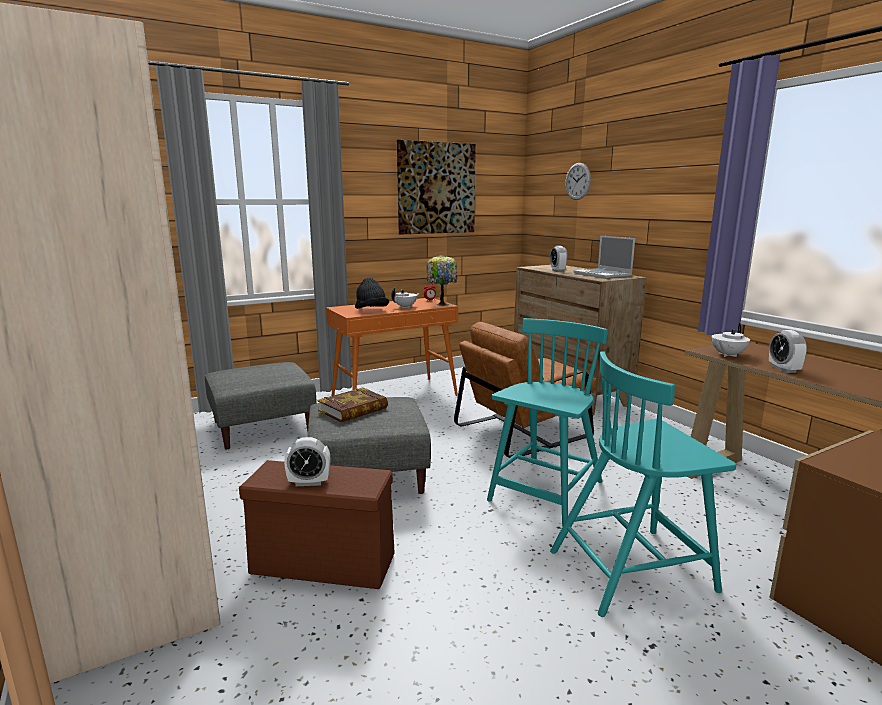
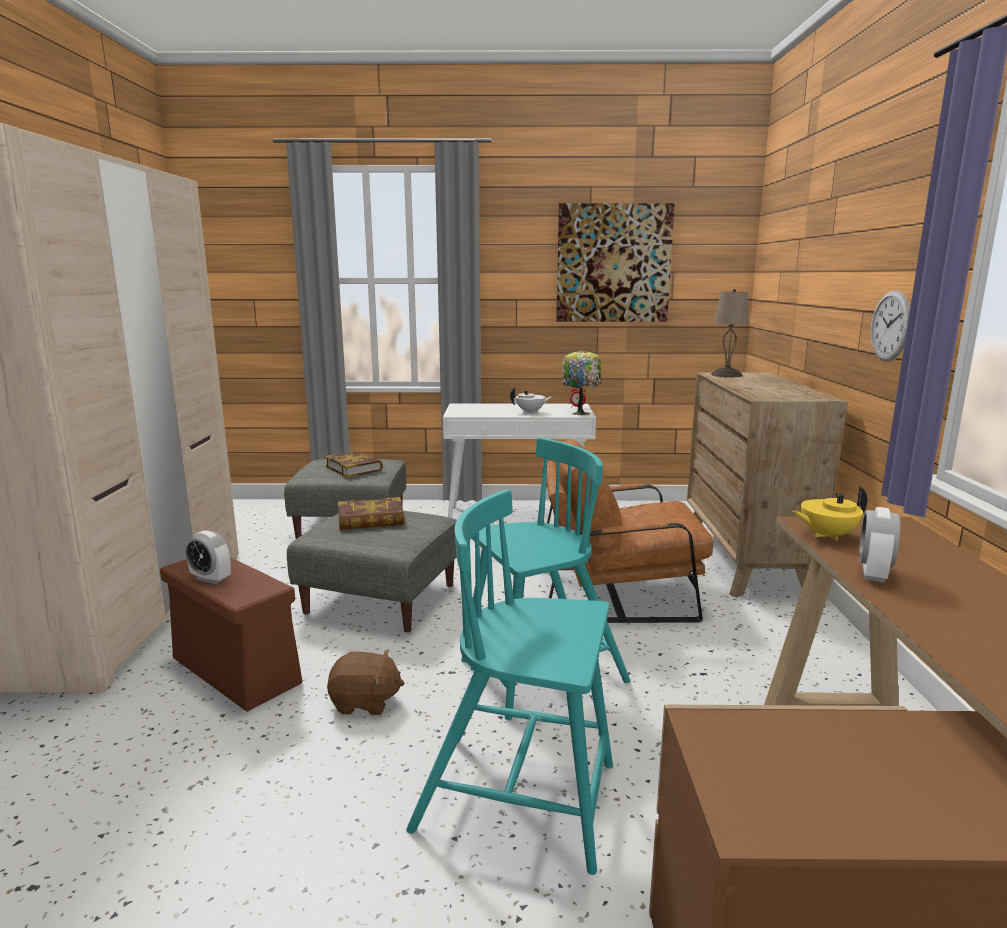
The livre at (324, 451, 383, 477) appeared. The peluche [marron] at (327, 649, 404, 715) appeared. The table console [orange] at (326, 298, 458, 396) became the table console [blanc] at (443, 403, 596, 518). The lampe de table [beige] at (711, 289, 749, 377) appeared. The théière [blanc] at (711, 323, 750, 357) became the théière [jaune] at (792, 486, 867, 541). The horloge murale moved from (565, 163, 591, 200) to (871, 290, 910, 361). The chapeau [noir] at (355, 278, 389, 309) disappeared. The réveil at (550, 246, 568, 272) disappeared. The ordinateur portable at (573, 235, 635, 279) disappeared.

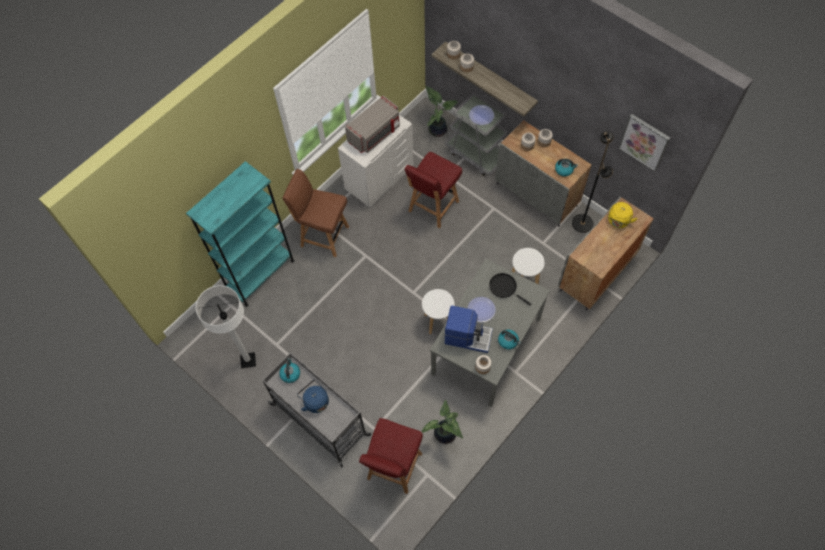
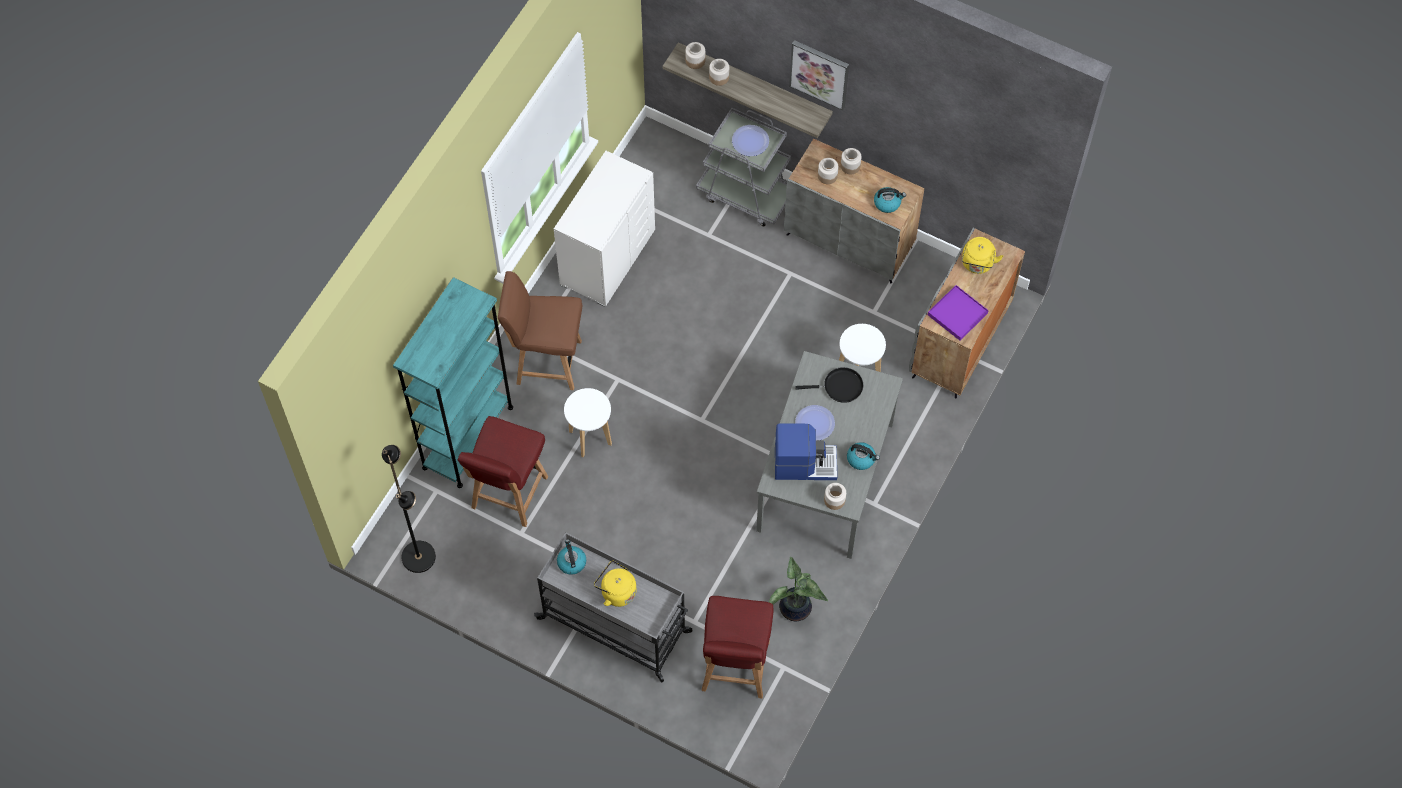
The lampadaire [noir] moved from (572, 131, 614, 233) to (382, 445, 436, 573). The chaise [rouge] moved from (404, 152, 462, 228) to (458, 416, 548, 527). The tabouret [blanc] moved from (422, 289, 455, 335) to (564, 388, 612, 458). The bouilloire [bleu] at (297, 380, 329, 413) became the bouilloire [jaune] at (594, 560, 636, 607). The tableau moved from (619, 114, 670, 172) to (789, 40, 849, 110). The poêle [noir] at (489, 273, 531, 306) turned 150 degrees clockwise. The plateau [violet] at (928, 285, 989, 341) appeared. The lampadaire [blanc] at (196, 285, 256, 369) disappeared. The micro-ondes [gris] at (345, 95, 400, 153) disappeared. The plante en pot at (425, 86, 458, 137) disappeared.

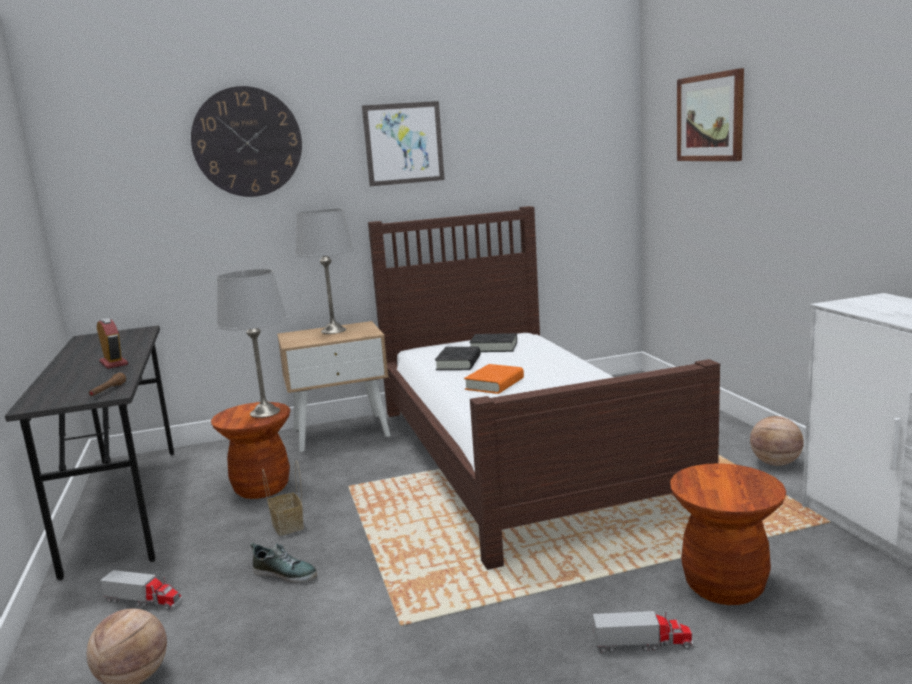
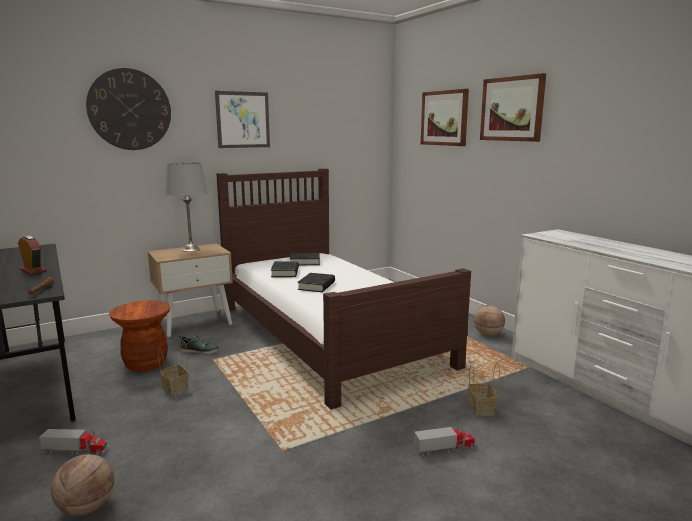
The chaussure moved from (250, 543, 317, 583) to (179, 335, 219, 354). The livre [orange] at (464, 364, 524, 394) became the livre [noir] at (298, 273, 335, 292). The tabouret [marron] at (670, 463, 786, 605) was replaced by the panier at (468, 361, 500, 416). The tableau at (480, 73, 546, 142) appeared. The lampe de table [gris] at (216, 269, 287, 418) disappeared.

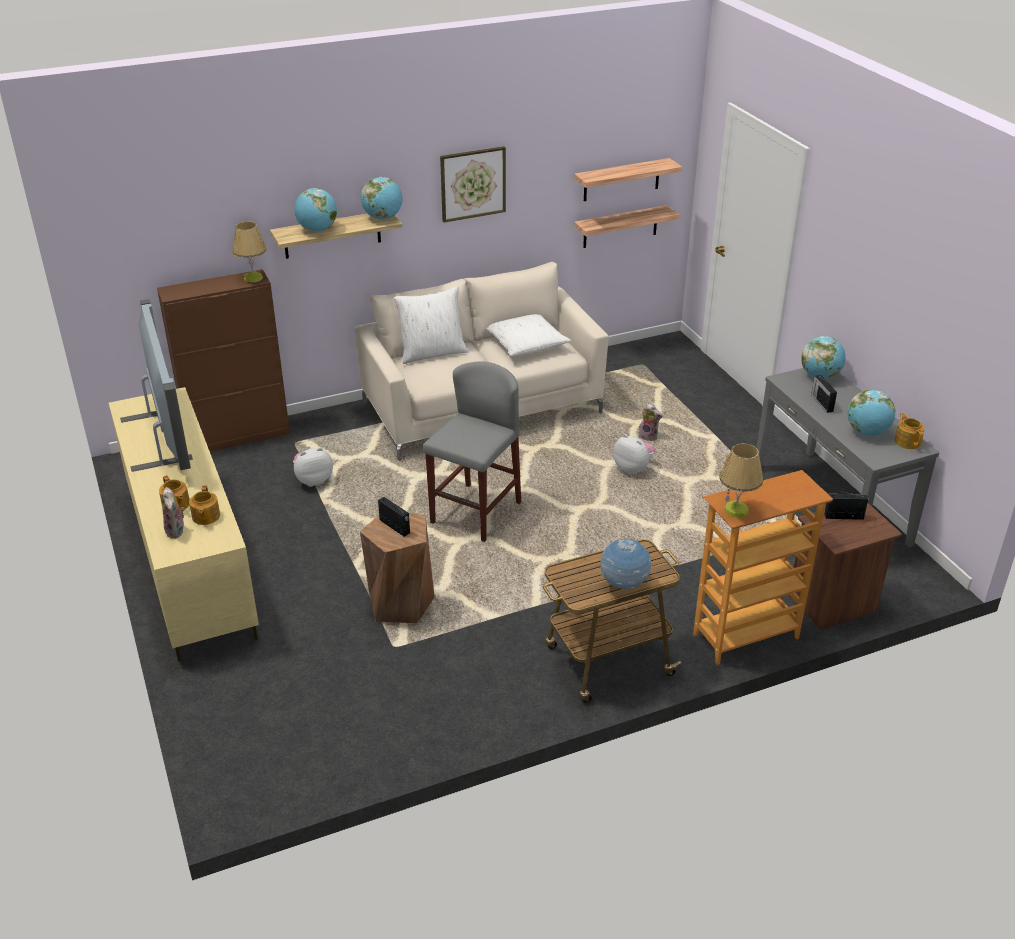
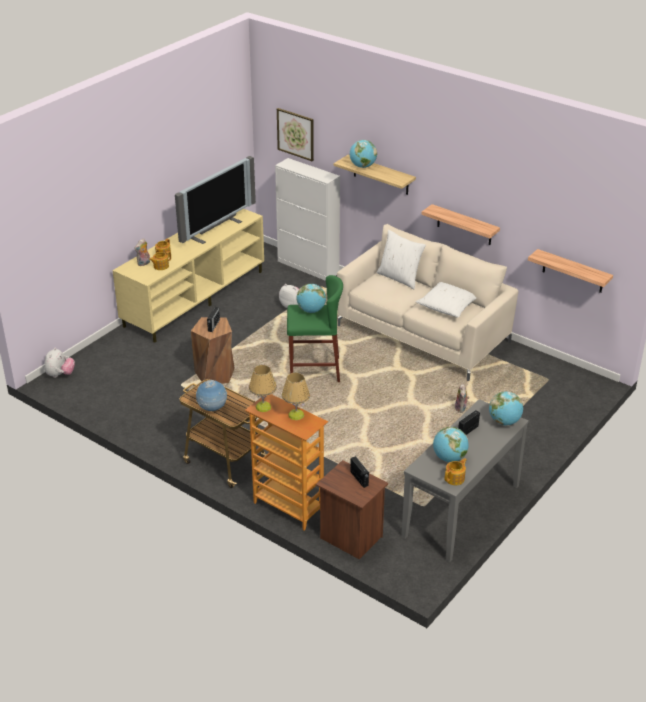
The peluche moved from (613, 434, 656, 474) to (44, 348, 75, 378). The meuble de rangement [marron] at (157, 269, 290, 452) became the meuble de rangement [blanc] at (275, 158, 340, 281). The tableau moved from (440, 146, 506, 222) to (277, 108, 314, 161). The lampe de table moved from (232, 221, 267, 282) to (282, 373, 310, 420). The tabouret [gris] at (423, 361, 521, 542) became the tabouret [vert] at (287, 275, 343, 382). The globe moved from (361, 177, 403, 220) to (296, 284, 326, 313). The étagère moved from (574, 158, 682, 201) to (421, 204, 500, 245).

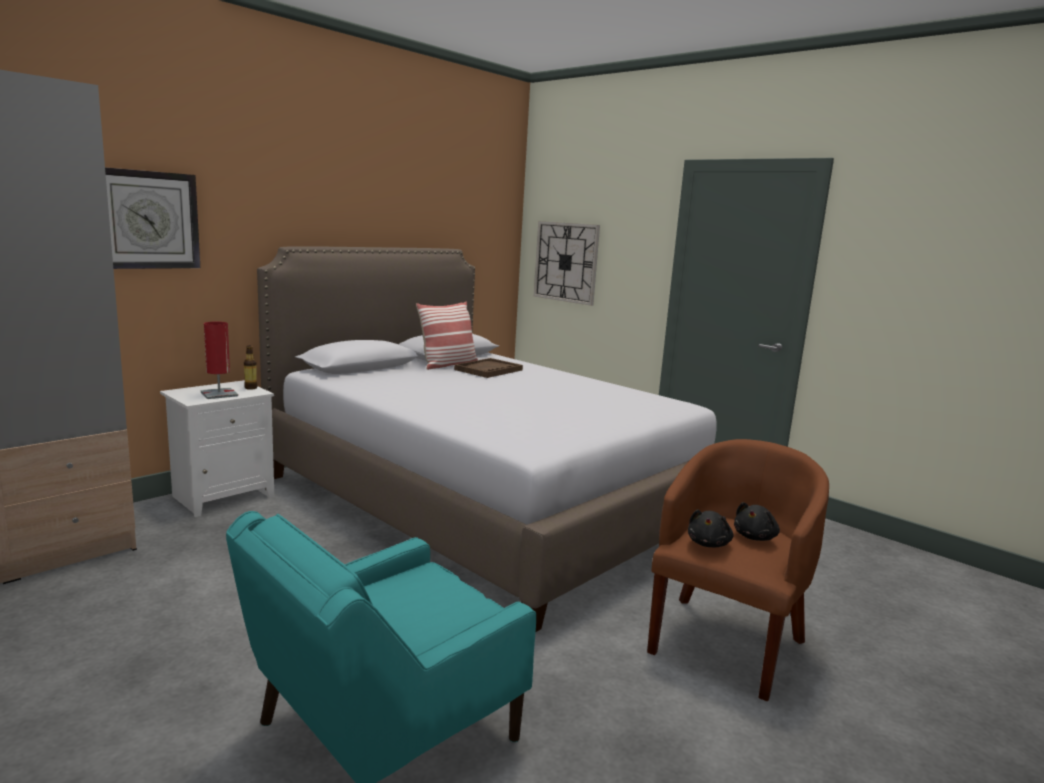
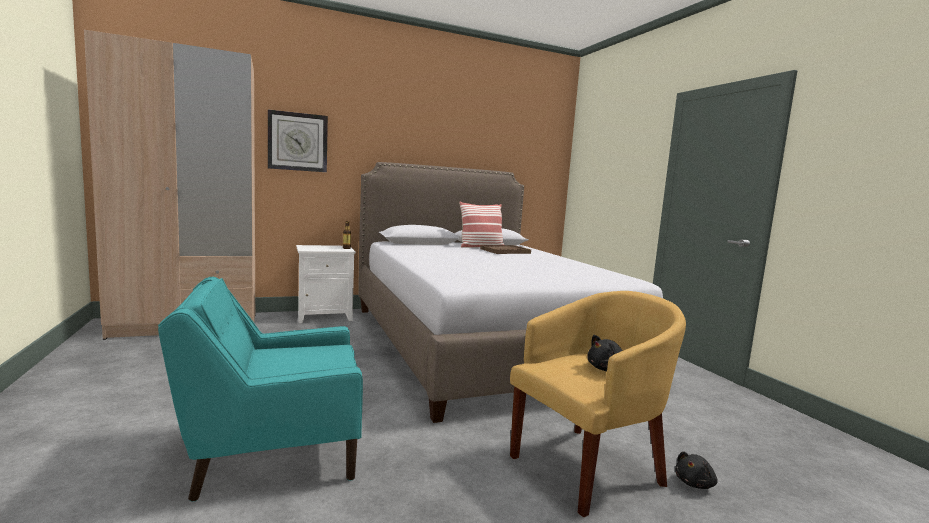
The fauteuil [marron] at (647, 439, 829, 701) became the fauteuil [jaune] at (510, 291, 686, 517). The peluche [noir] moved from (688, 509, 733, 547) to (675, 451, 717, 489). The lampe de table [rouge] at (201, 322, 238, 399) disappeared. The horloge murale at (534, 221, 600, 306) disappeared.

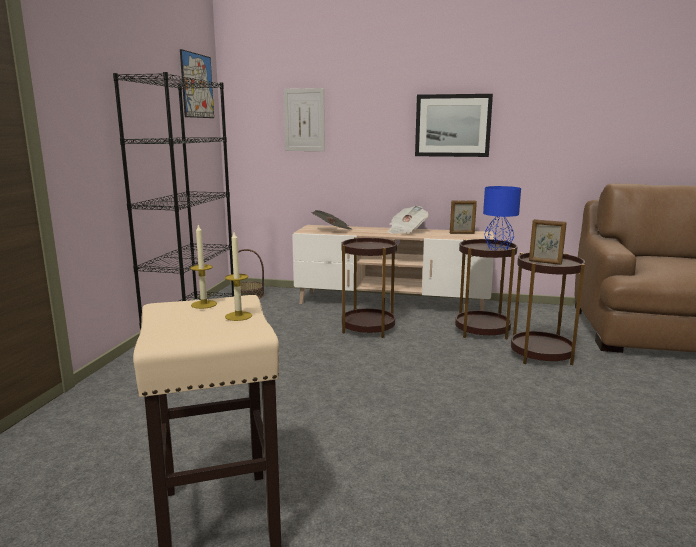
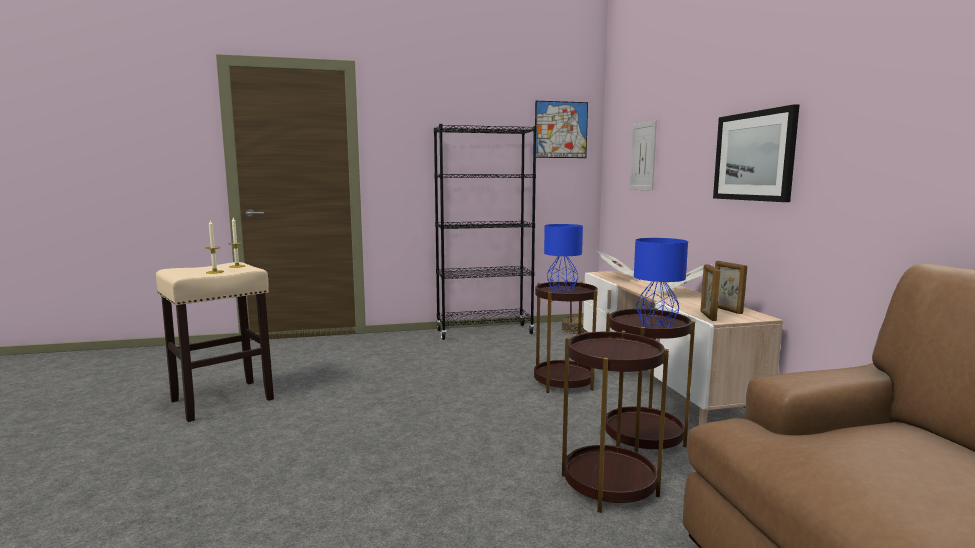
The lampe de table [bleu] at (544, 224, 583, 293) appeared. The cadre photo moved from (529, 219, 567, 265) to (700, 264, 720, 321).

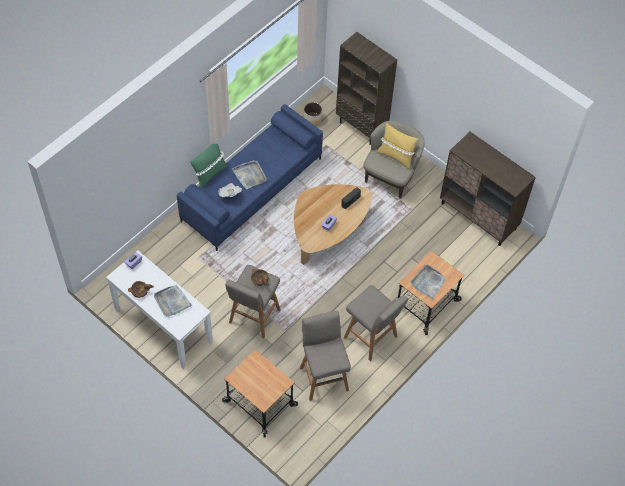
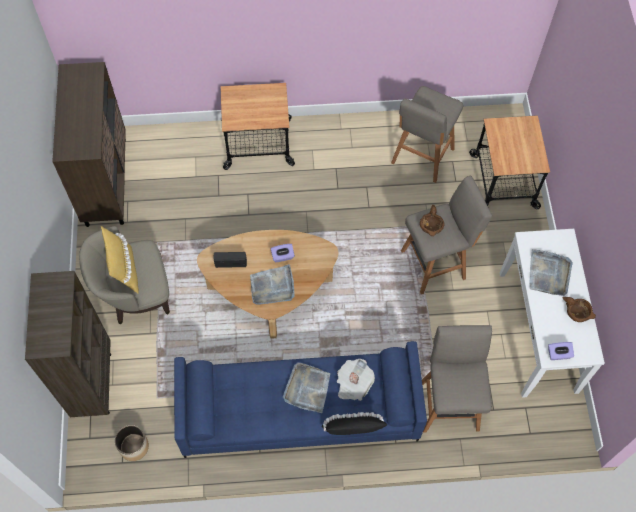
The plateau [gris] moved from (410, 264, 446, 299) to (250, 264, 295, 305). The coussin [vert] at (190, 144, 227, 189) became the coussin [noir] at (322, 412, 387, 435). The tabouret [gris] moved from (344, 285, 408, 361) to (422, 325, 492, 433).

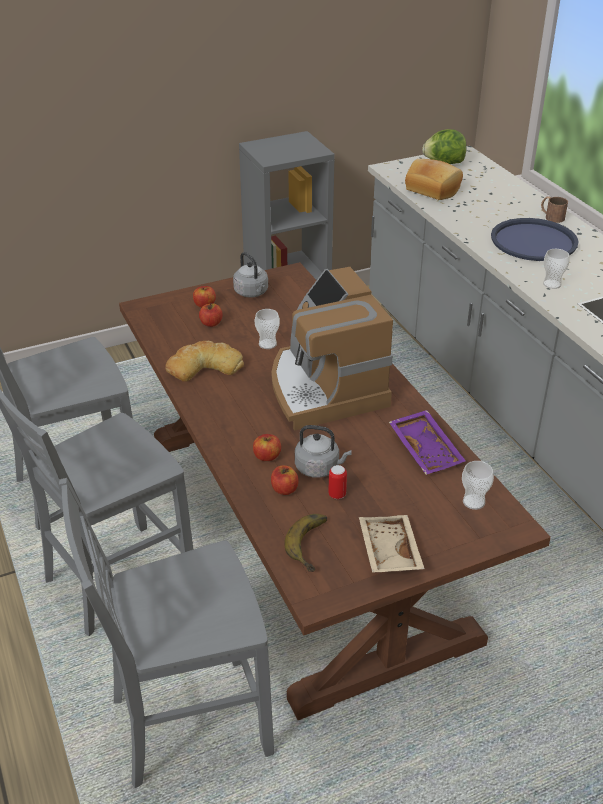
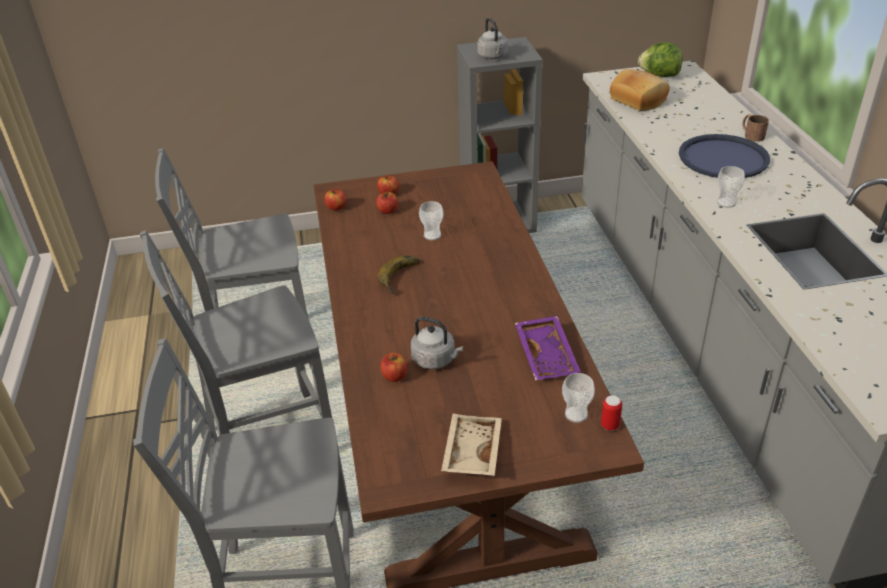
The pomme moved from (253, 434, 281, 461) to (325, 189, 347, 210). The banane moved from (284, 514, 327, 572) to (377, 256, 420, 294). The bouilloire [gris] moved from (233, 252, 268, 298) to (477, 18, 508, 59). The boîte métallique moved from (328, 465, 347, 499) to (601, 395, 622, 431). The pain at (165, 340, 244, 382) disappeared. The machine à café at (271, 267, 393, 430) disappeared.

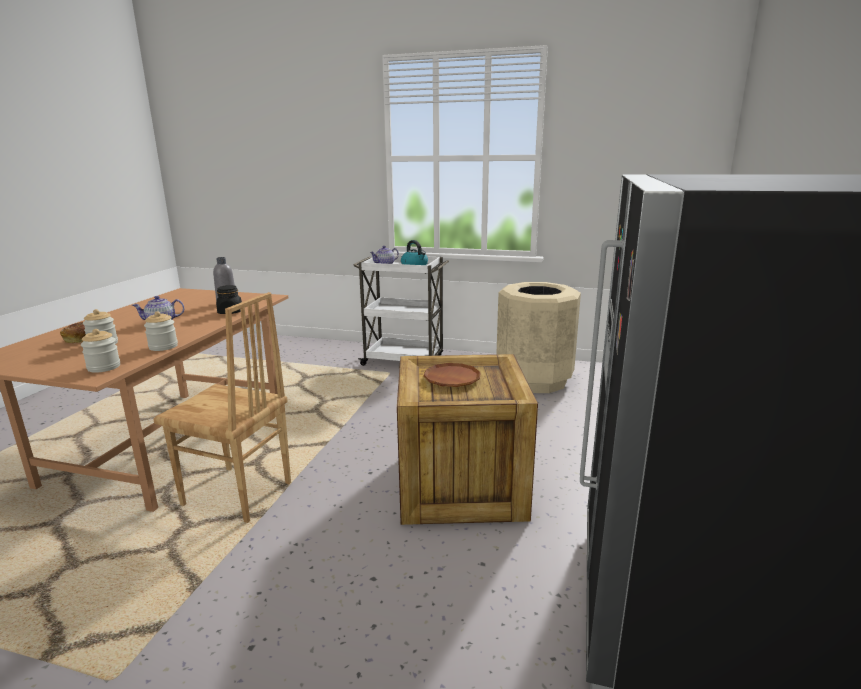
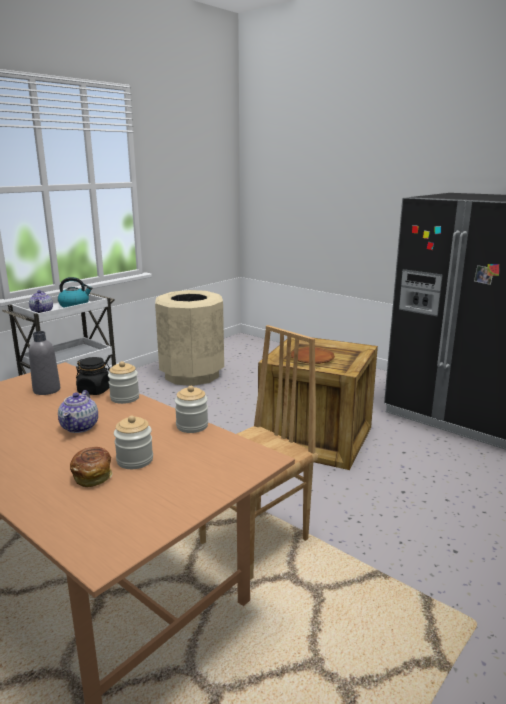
The bocal moved from (81, 329, 120, 373) to (108, 361, 139, 404).

